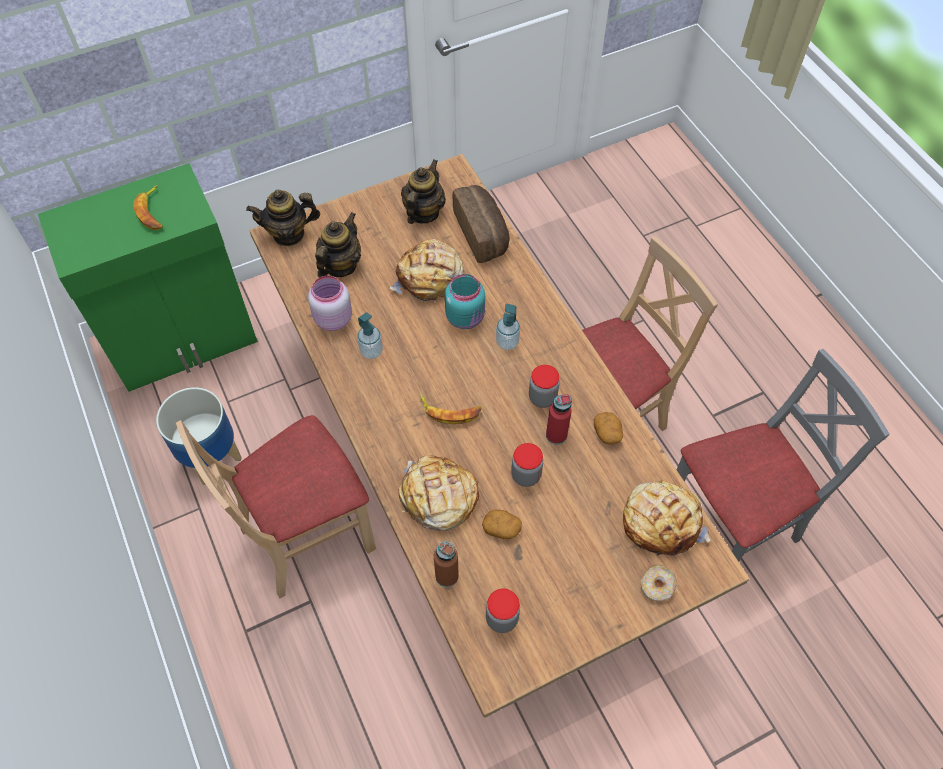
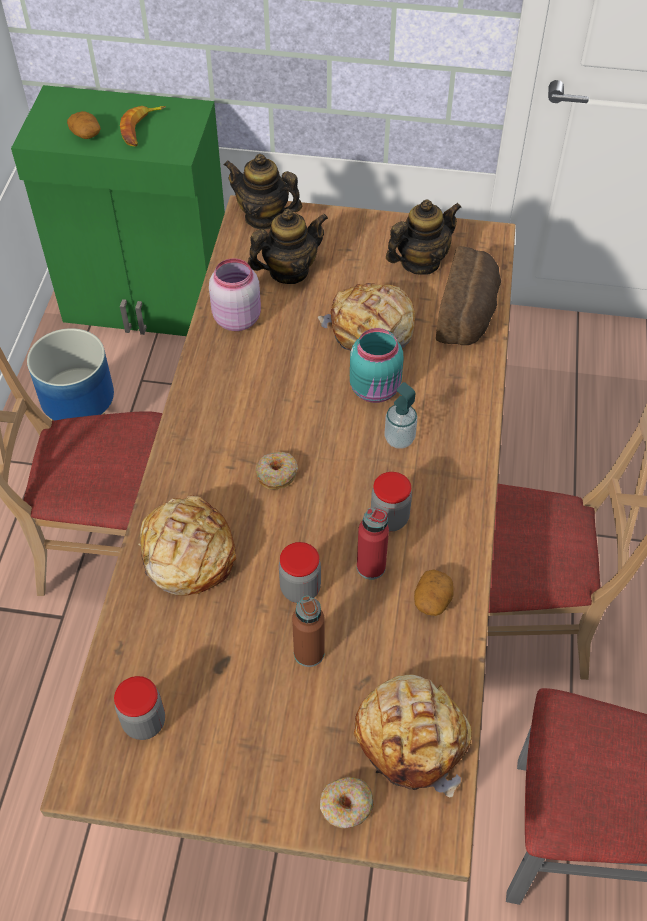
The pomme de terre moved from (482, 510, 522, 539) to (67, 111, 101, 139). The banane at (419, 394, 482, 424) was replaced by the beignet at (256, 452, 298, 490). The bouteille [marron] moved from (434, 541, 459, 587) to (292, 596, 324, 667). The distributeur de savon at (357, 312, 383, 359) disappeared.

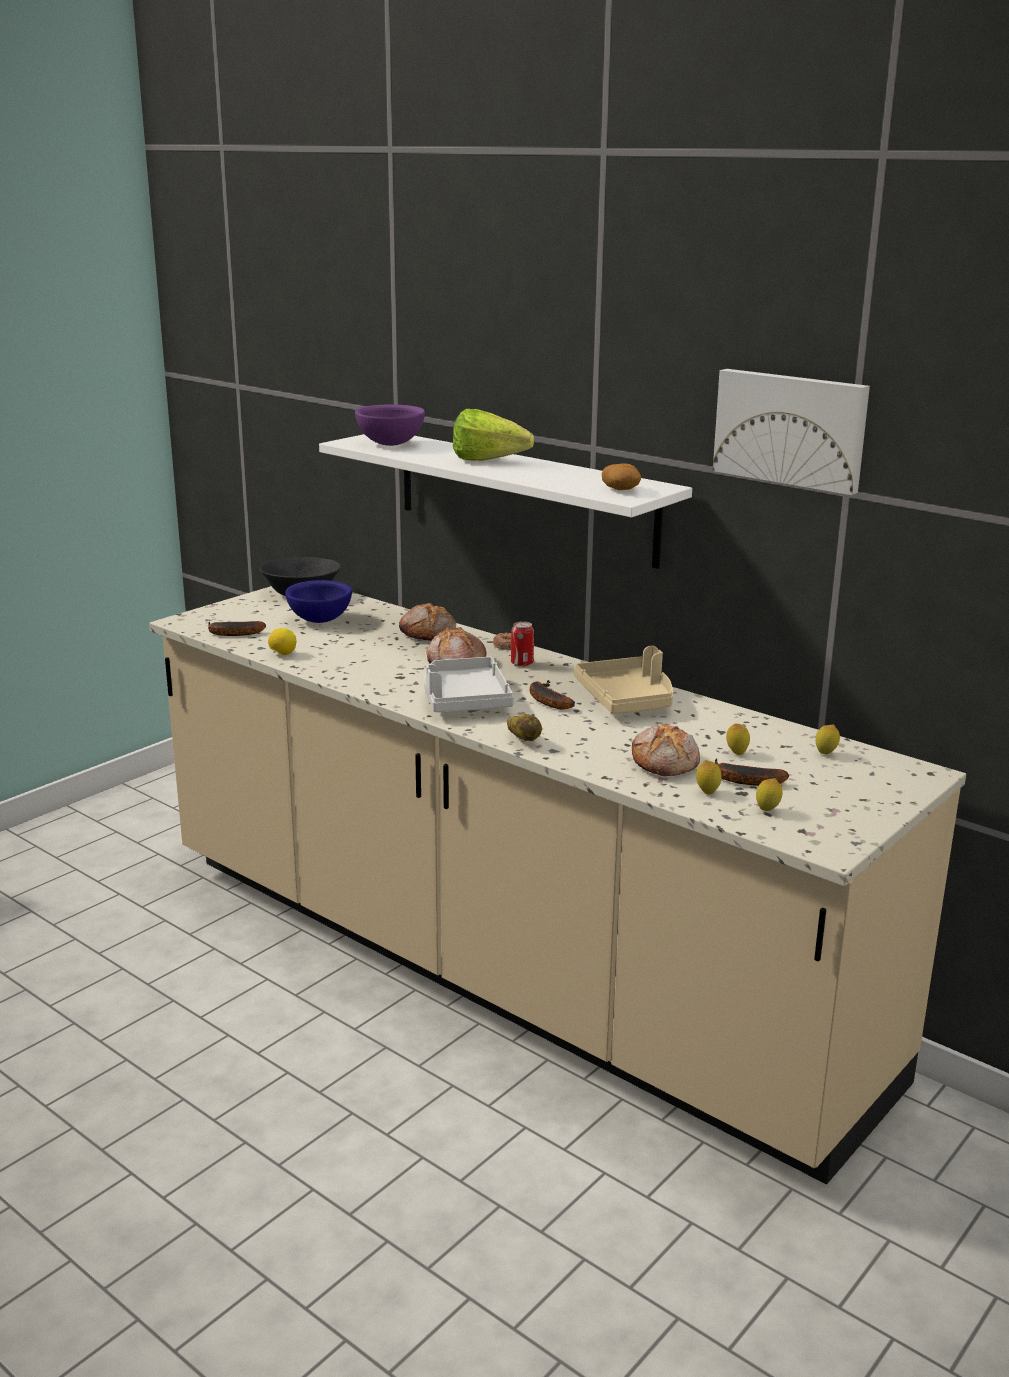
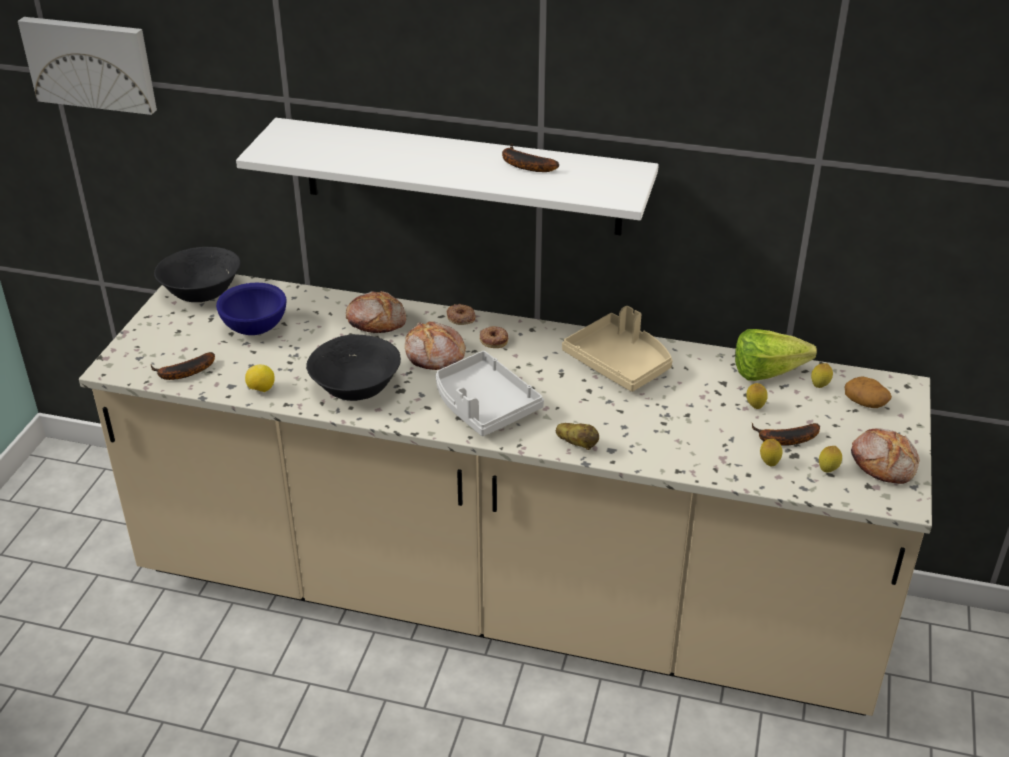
The tableau moved from (713, 369, 870, 495) to (18, 17, 157, 115). The bol [noir] at (306, 334, 401, 401) appeared. The boîte métallique at (511, 621, 534, 667) was replaced by the beignet at (480, 326, 509, 348). The banane moved from (530, 680, 575, 710) to (502, 144, 559, 172). The laitue moved from (453, 409, 534, 461) to (735, 329, 817, 381). The pomme de terre moved from (602, 463, 641, 490) to (845, 377, 892, 408). The pain moved from (632, 724, 700, 776) to (851, 428, 920, 484). The bol [violet] at (355, 404, 425, 446) disappeared.

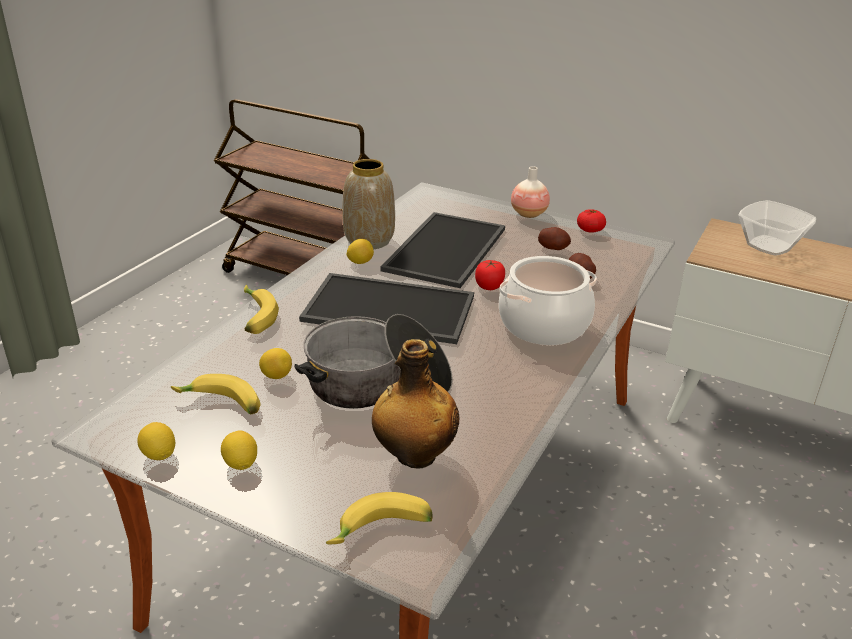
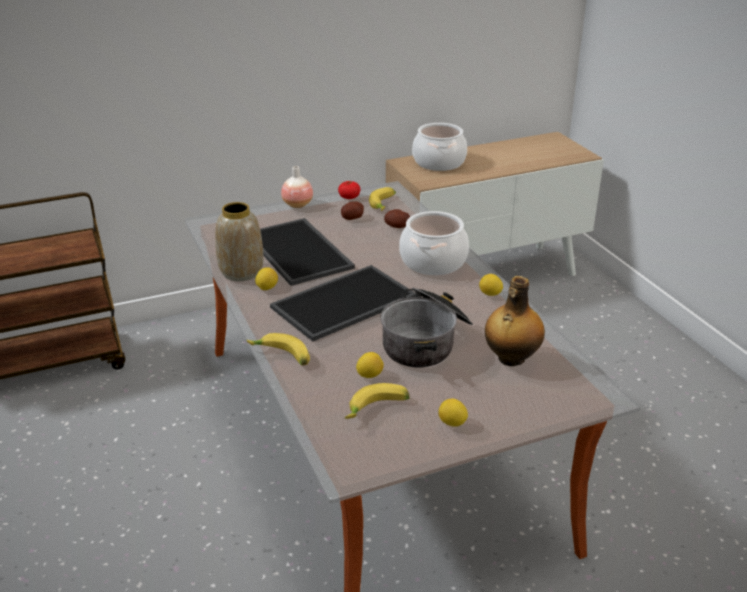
The banane moved from (326, 492, 433, 544) to (369, 187, 396, 211). The bol at (738, 200, 816, 256) was replaced by the marmite at (412, 123, 467, 171). The citron moved from (137, 422, 175, 460) to (479, 274, 503, 296). The tomate at (475, 260, 505, 290) disappeared.

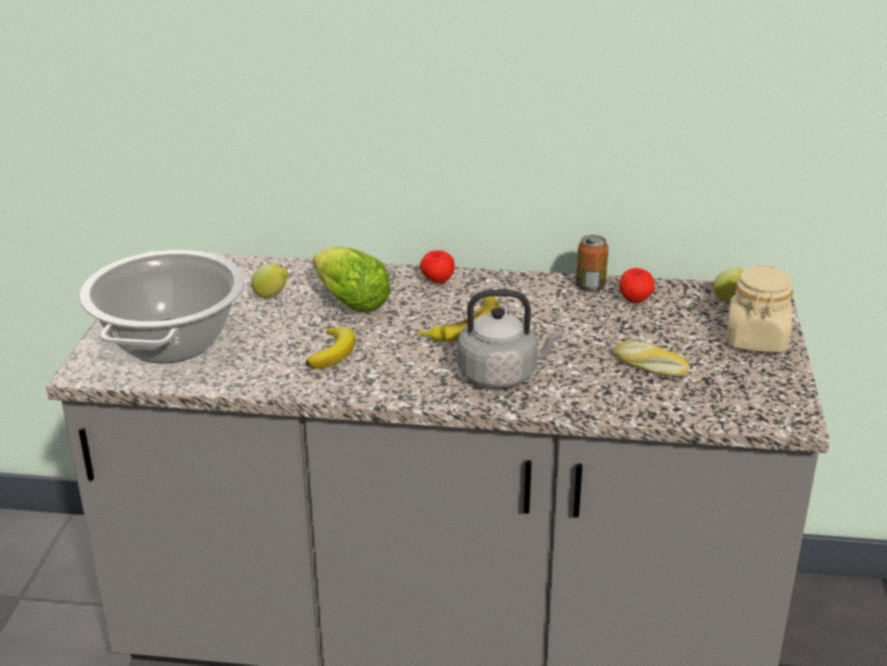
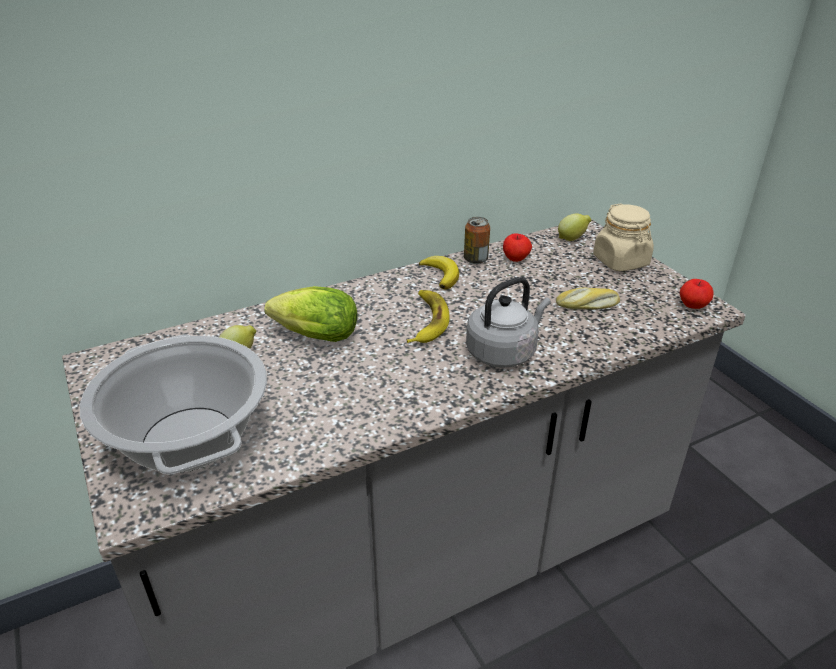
The banane moved from (306, 327, 355, 369) to (419, 256, 459, 289). The pomme moved from (420, 250, 455, 283) to (680, 279, 714, 309).

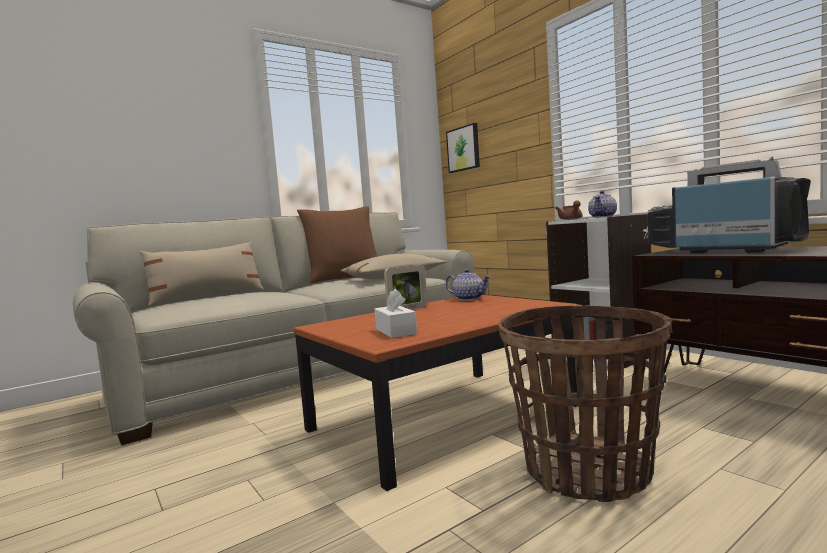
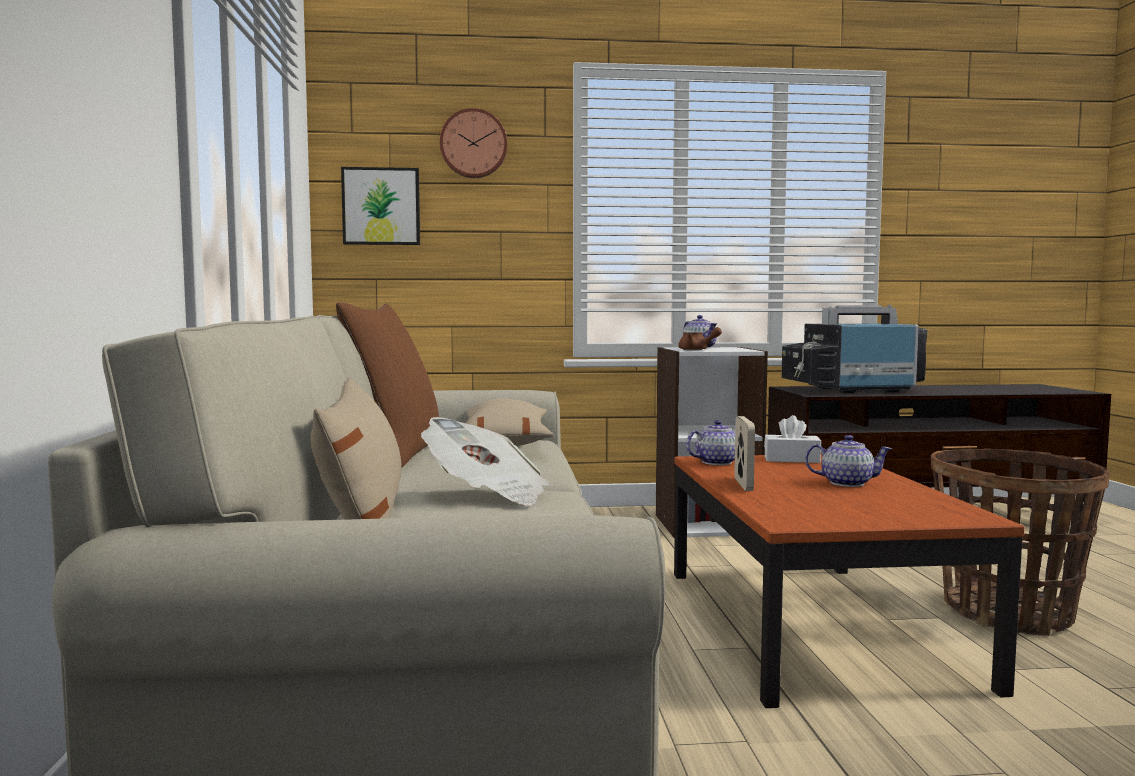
The journal at (421, 417, 550, 506) appeared. The horloge murale at (440, 108, 507, 178) appeared. The boîte à mouchoirs [blanc] moved from (375, 288, 417, 338) to (764, 415, 821, 463). The théière at (805, 435, 892, 487) appeared.

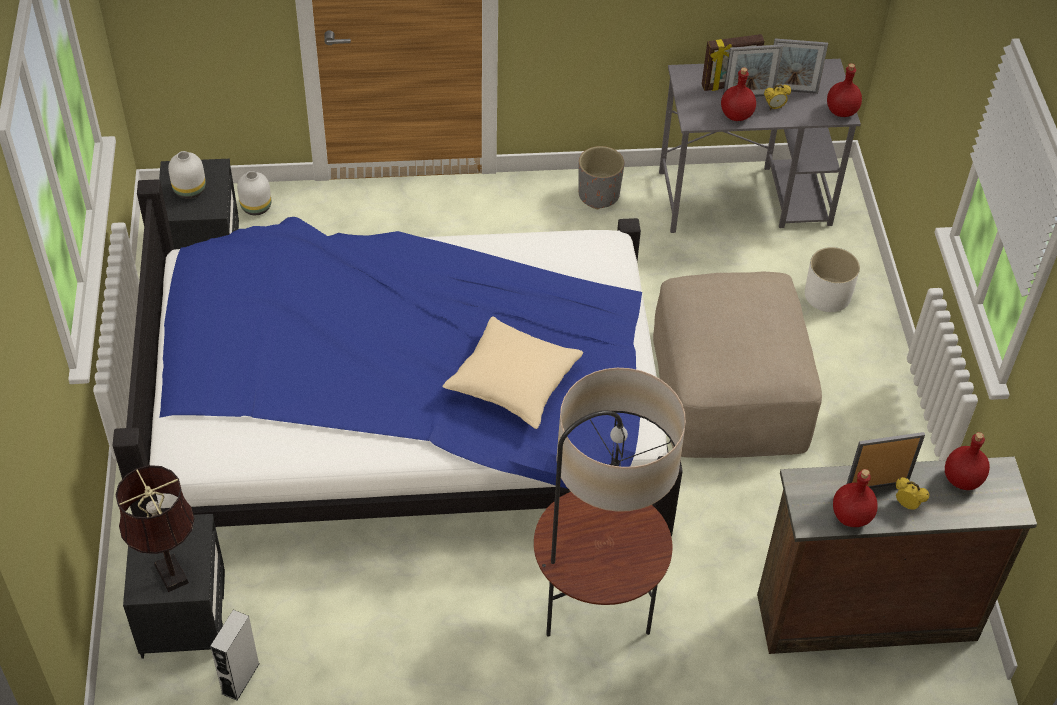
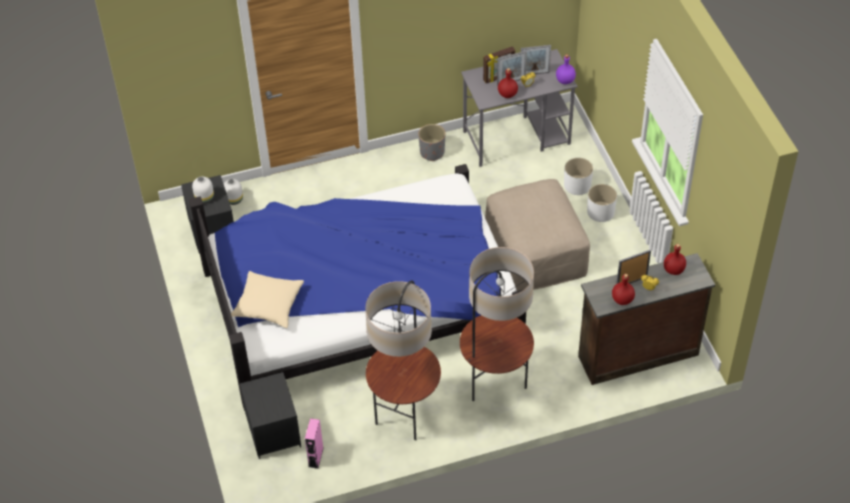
The coussin [beige] moved from (442, 317, 583, 429) to (231, 271, 304, 328). The enceinte [gris] at (210, 610, 260, 701) became the enceinte [rose] at (305, 418, 324, 469). The lampadaire at (365, 280, 441, 440) appeared. The bouteille [rouge] at (827, 63, 862, 117) became the bouteille [violet] at (556, 54, 576, 84). The cache-pot [blanc] at (587, 184, 617, 222) appeared. The lampe de table [marron] at (116, 465, 194, 592) disappeared.

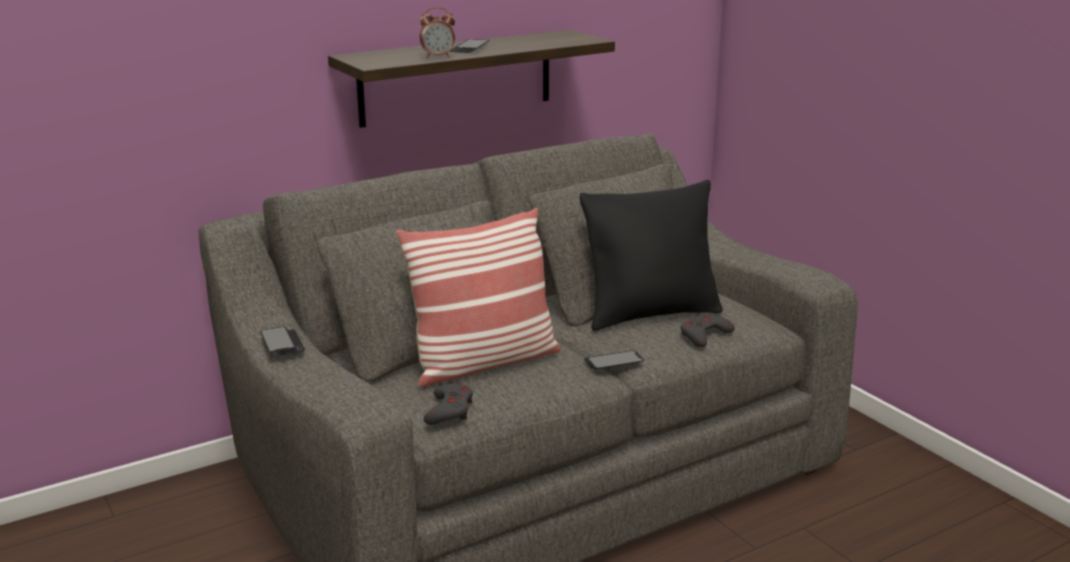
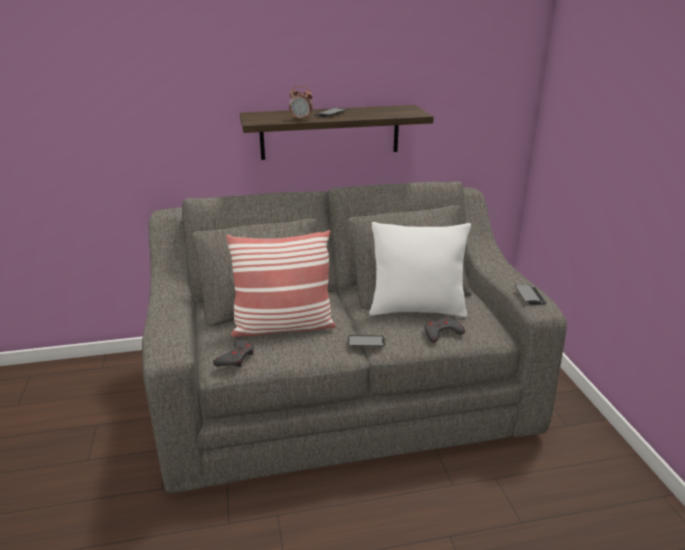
The coussin [noir] at (580, 180, 723, 331) became the coussin [blanc] at (369, 222, 471, 317). The téléphone moved from (260, 327, 305, 355) to (515, 285, 547, 305).

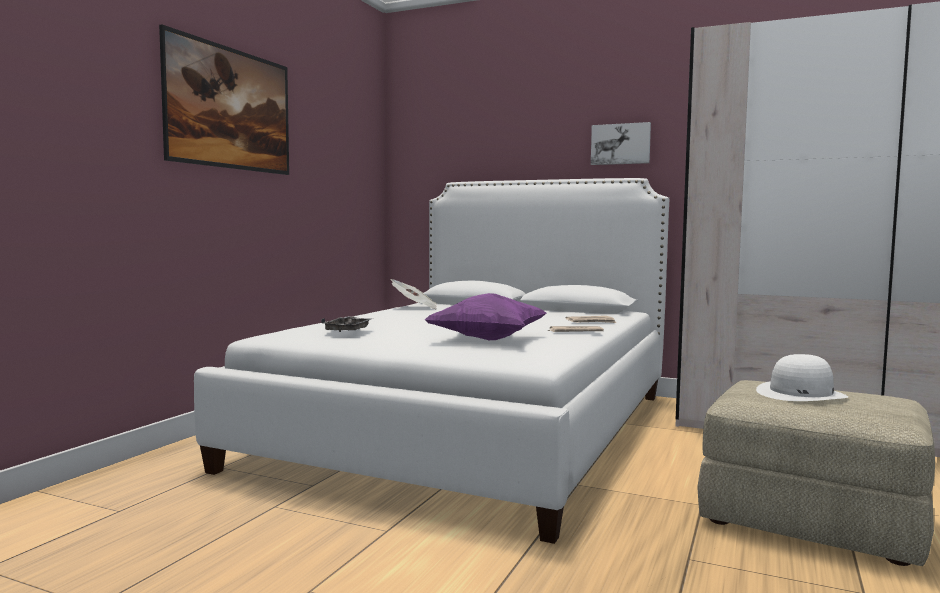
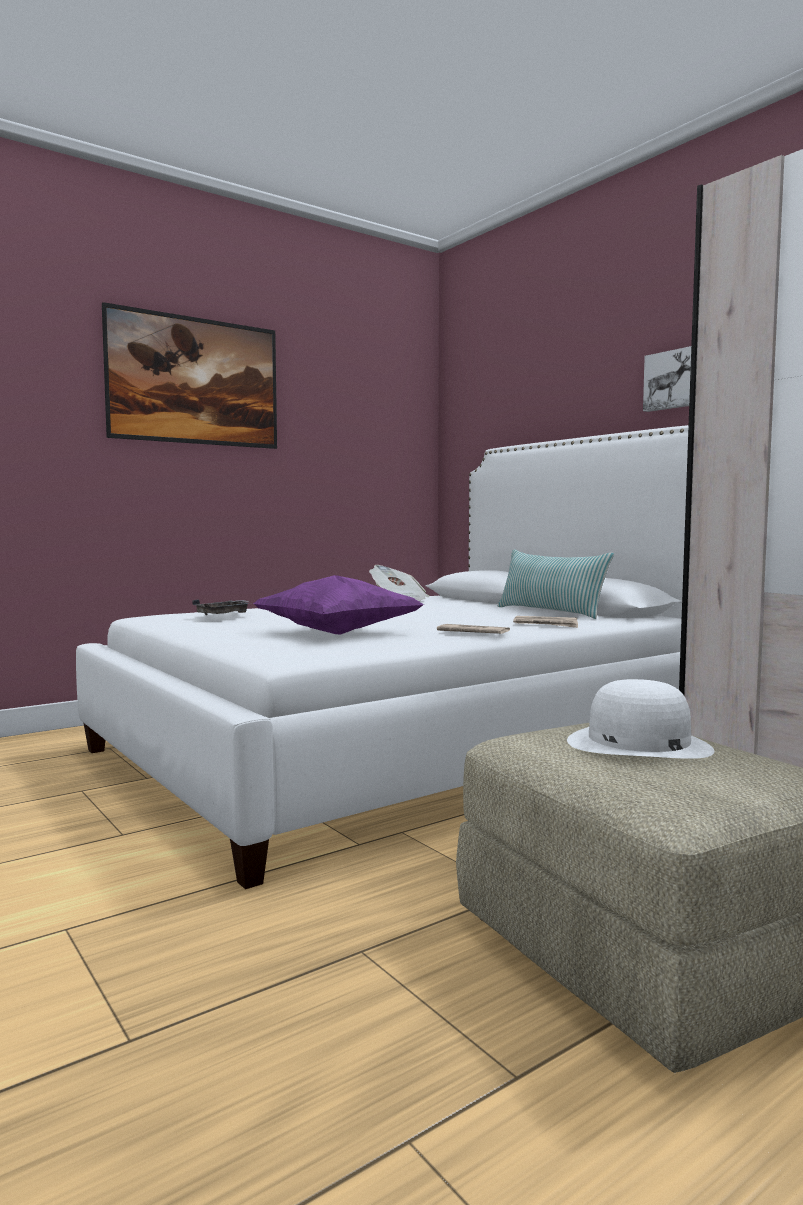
The coussin at (498, 549, 614, 619) appeared.

